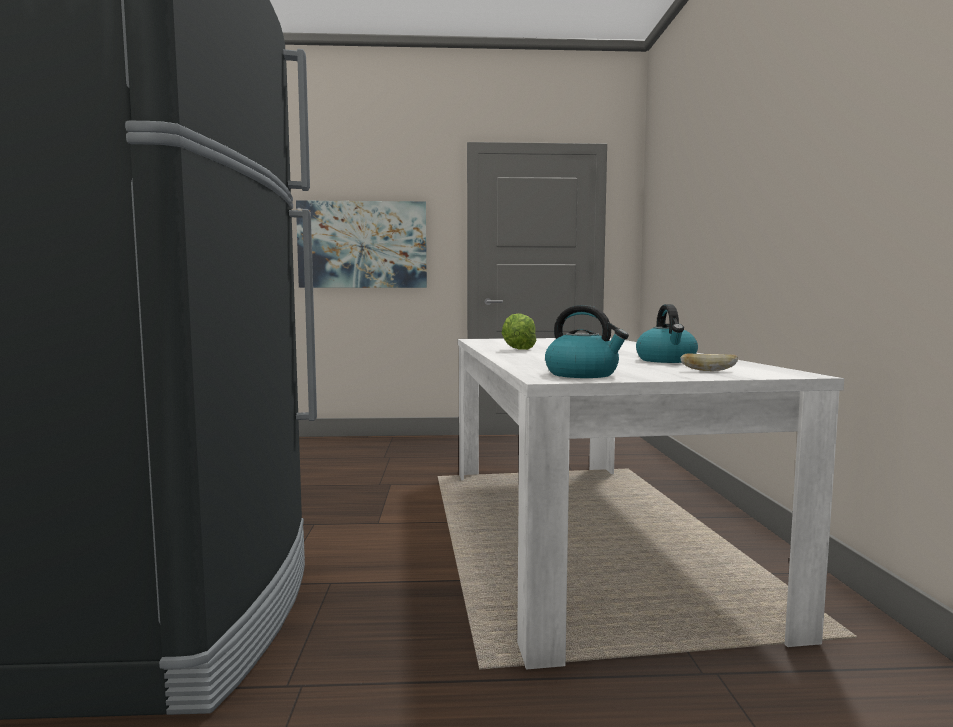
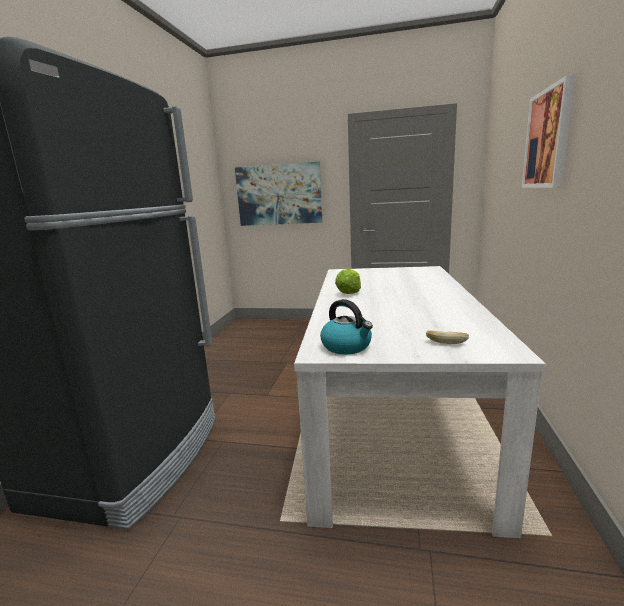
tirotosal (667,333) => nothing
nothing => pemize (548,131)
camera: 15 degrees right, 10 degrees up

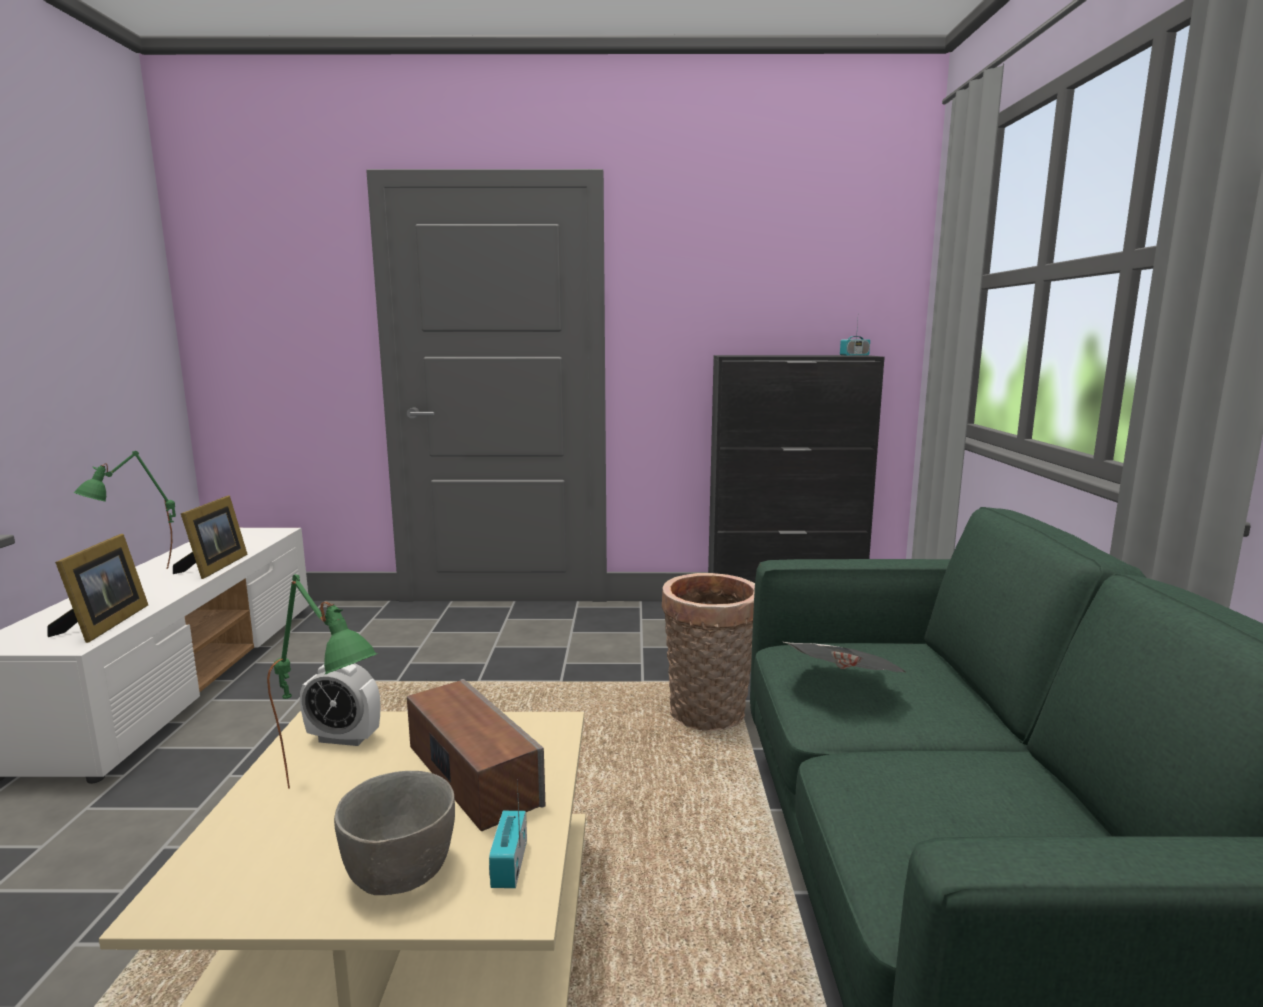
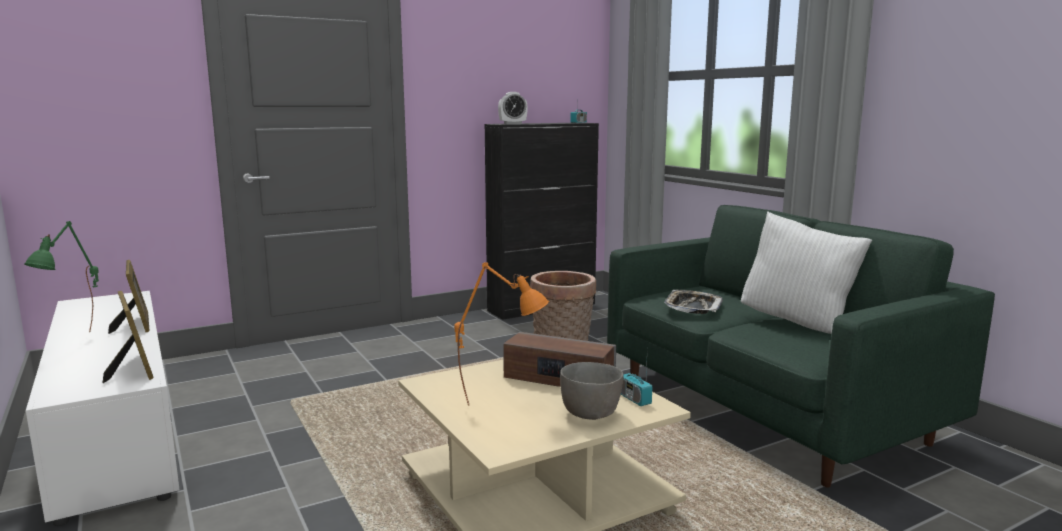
nothing => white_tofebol (806,272)
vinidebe (340,704) => vinidebe (513,108), move
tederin (845,657) => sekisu (693,302)
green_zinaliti (322,681) => orange_zinaliti (501,334)
camera: 30 degrees left, 0 degrees up

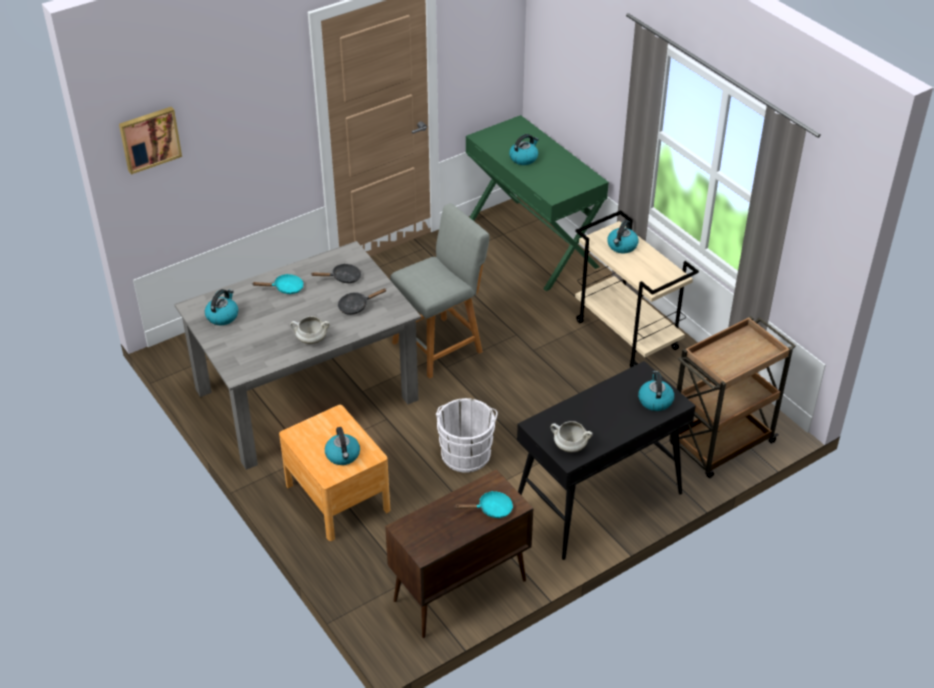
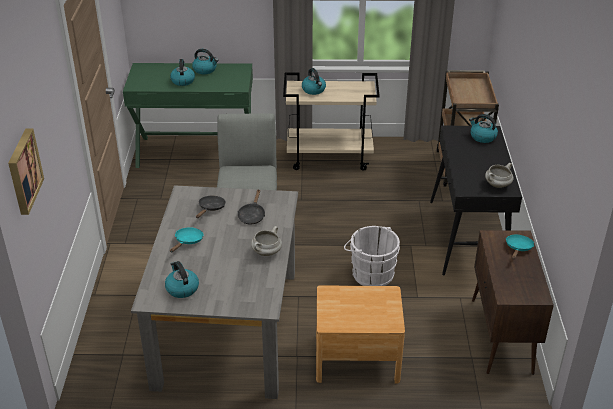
tirotosal (342,446) => tirotosal (205,61), move
camera: 55 degrees left, 5 degrees down

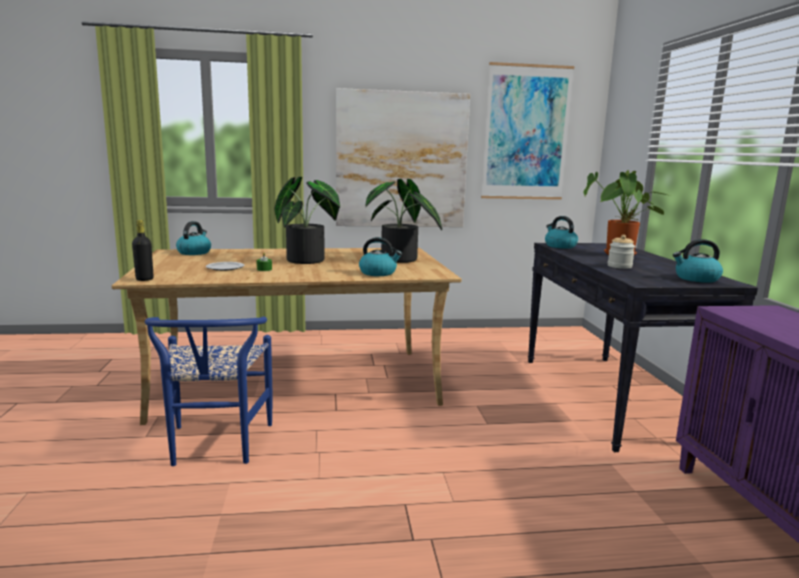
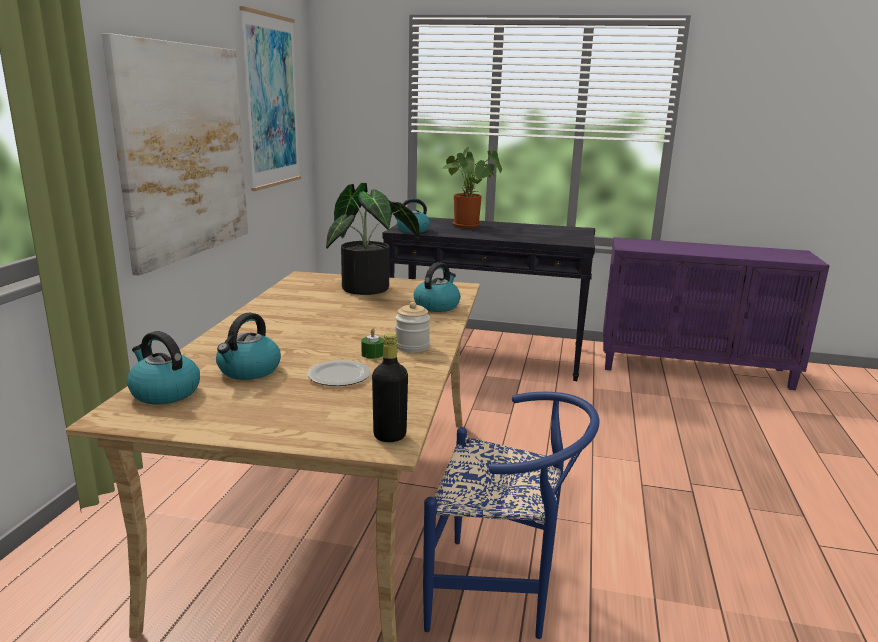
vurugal (307,220) => nothing
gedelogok (621,252) => gedelogok (412,327), move
tirotosal (698,261) => tirotosal (248,346), move
camera: 70 degrees left, 5 degrees up

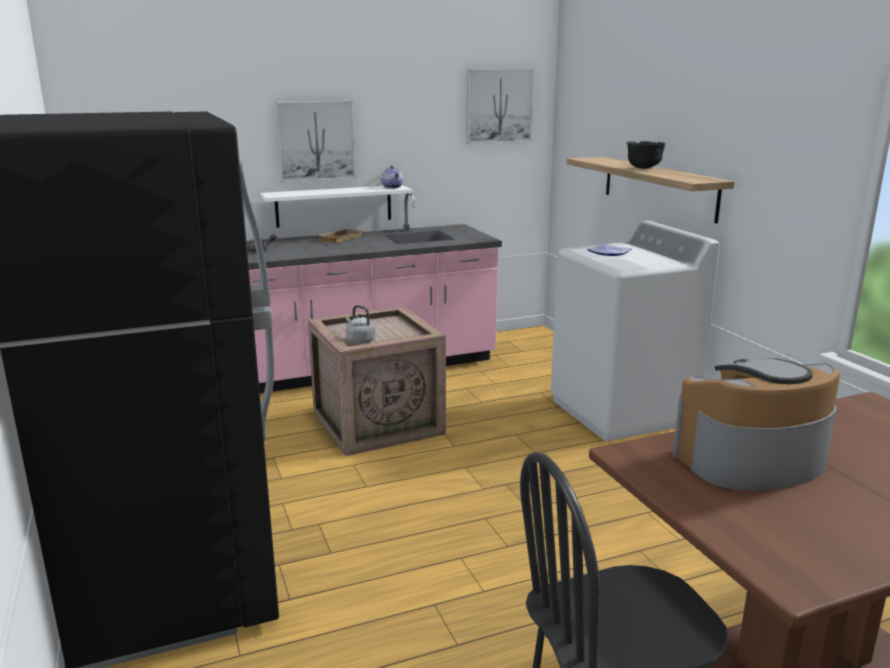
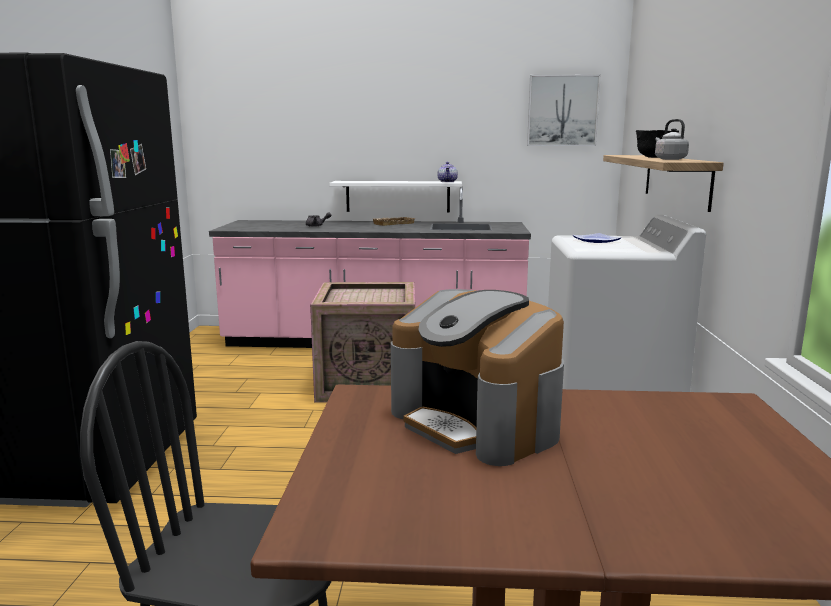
pemize (315,141) => nothing
grey_tirotosal (361,324) => grey_tirotosal (672,139), move
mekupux (756,424) => mekupux (477,377), 135 degrees counterclockwise
camera: 25 degrees right, 5 degrees down

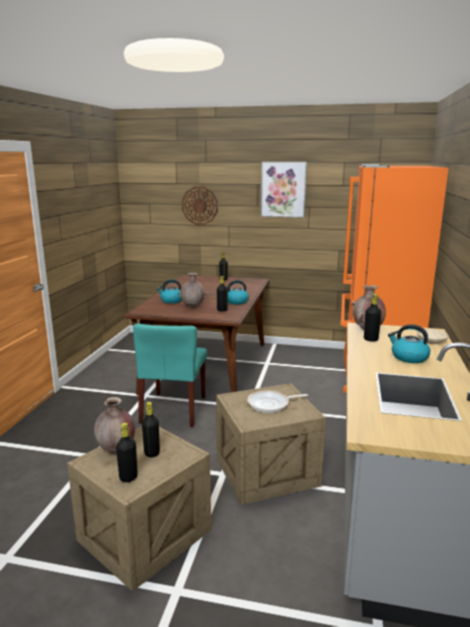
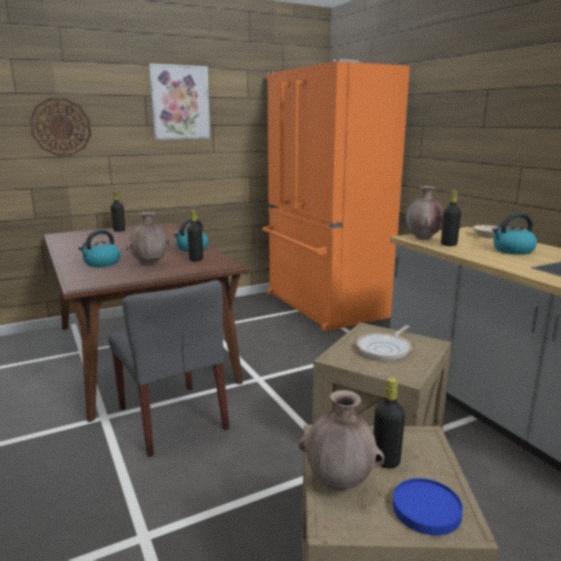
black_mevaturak (127,452) => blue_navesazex (428,507)
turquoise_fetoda (170,375) => grey_fetoda (169,368)
camera: 40 degrees left, 0 degrees up

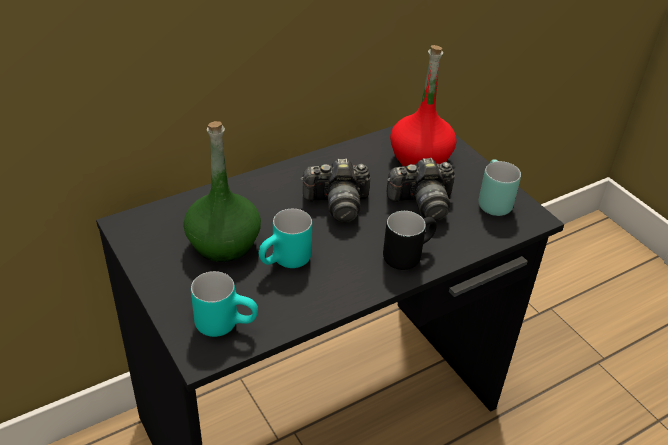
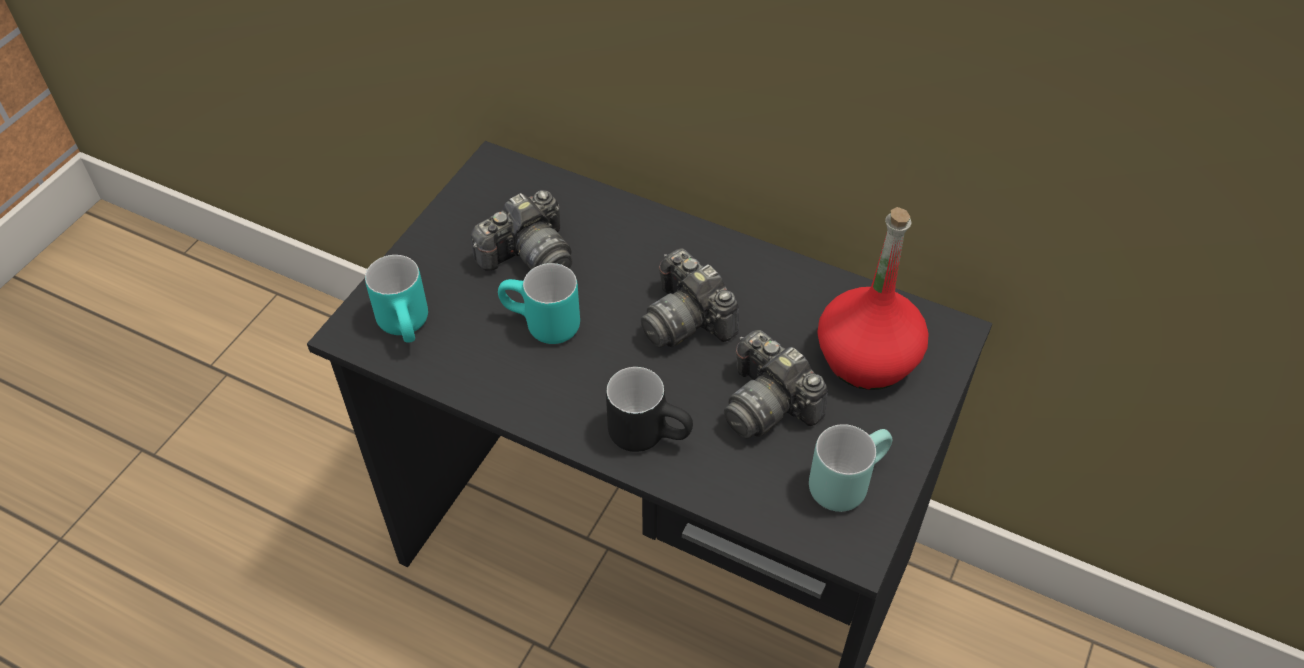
green_mevaturak (222,191) => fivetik (522,230)
camera: 60 degrees right, 10 degrees up

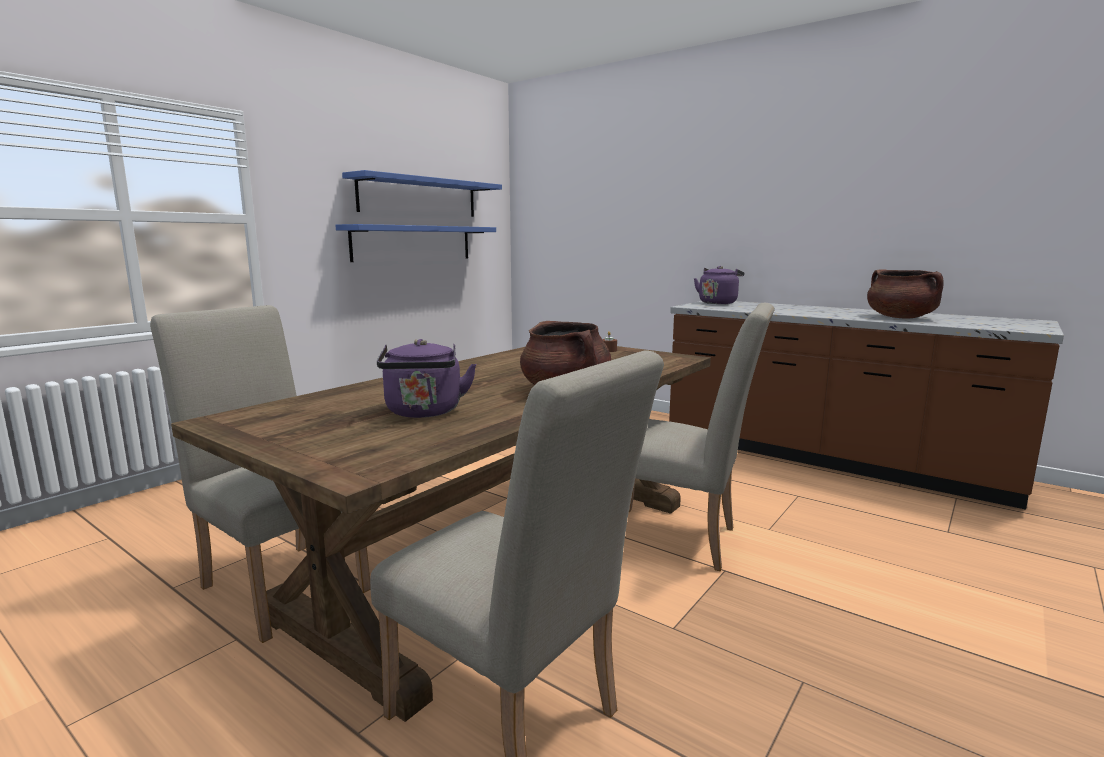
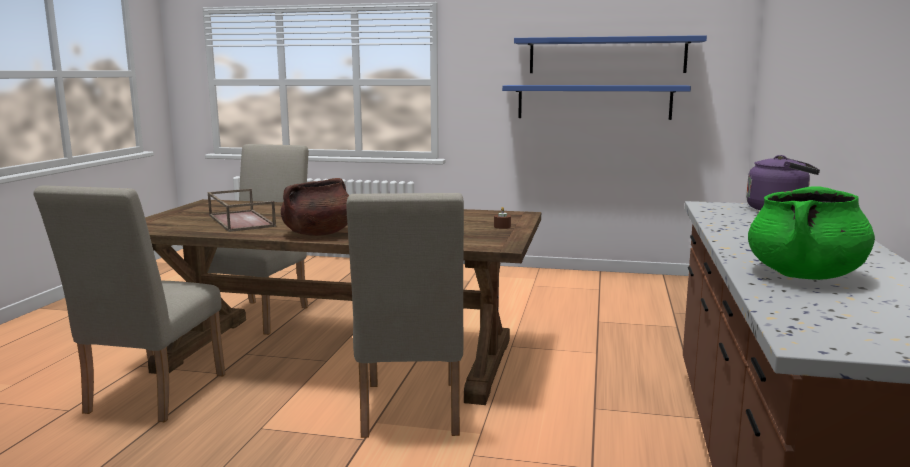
purple_tirotosal (427,378) => brown_sekisu (242,210)
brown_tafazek (905,294) => green_tafazek (811,233)
camera: 65 degrees right, 0 degrees up

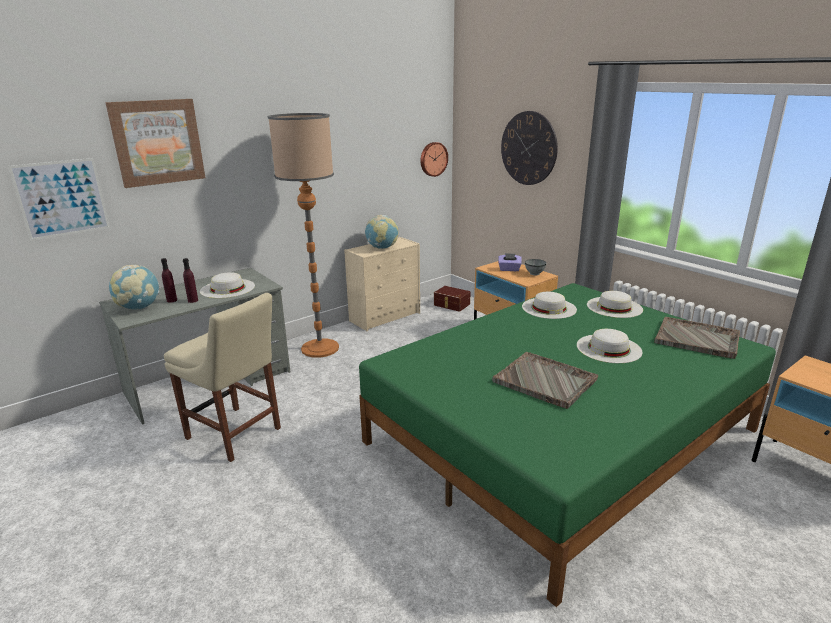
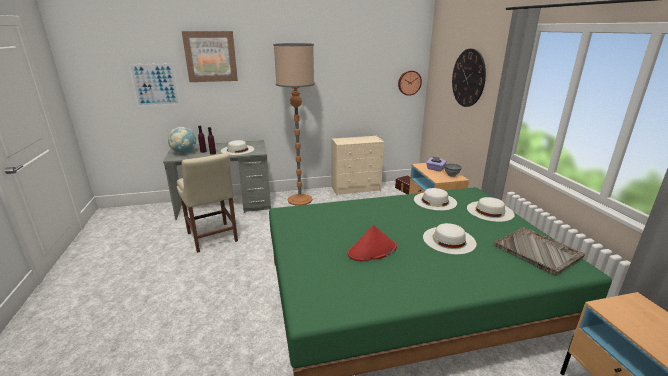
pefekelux (382,232) => nothing
grey_sekisu (545,380) => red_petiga (372,243)
camera: 25 degrees right, 0 degrees up

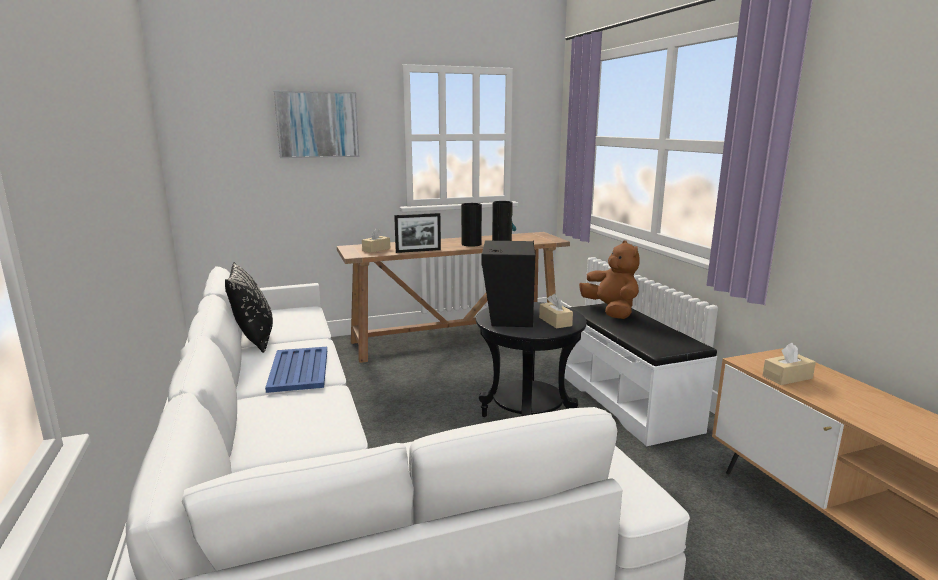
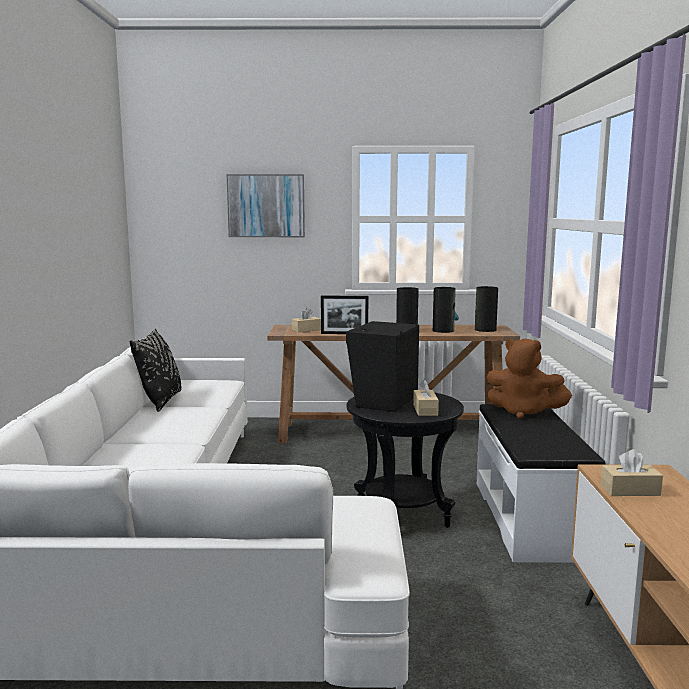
blue_sekisu (296,370) => nothing
nothing => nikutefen (486,309)
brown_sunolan (609,279) => brown_sunolan (529,378), 120 degrees clockwise
camera: 20 degrees right, 5 degrees down

